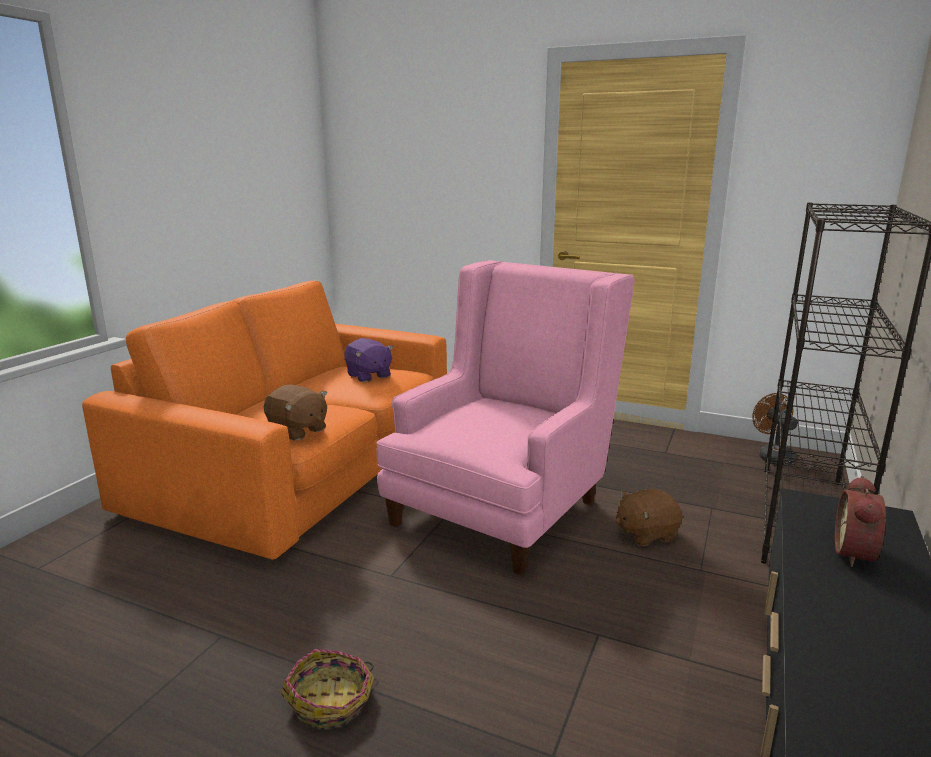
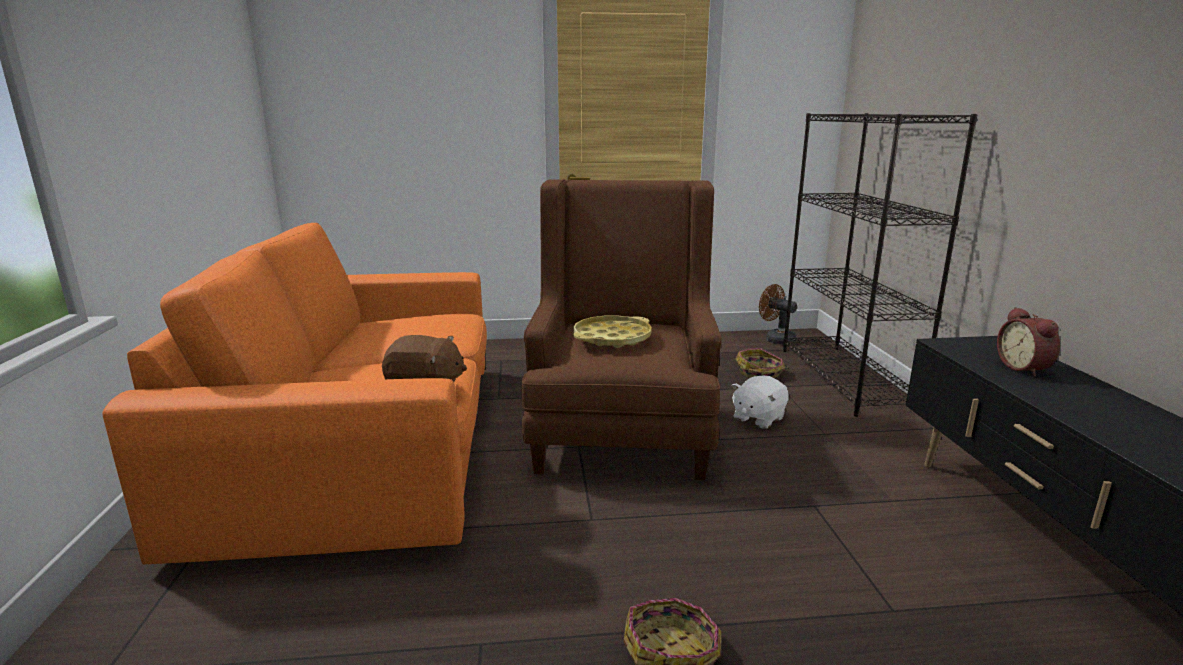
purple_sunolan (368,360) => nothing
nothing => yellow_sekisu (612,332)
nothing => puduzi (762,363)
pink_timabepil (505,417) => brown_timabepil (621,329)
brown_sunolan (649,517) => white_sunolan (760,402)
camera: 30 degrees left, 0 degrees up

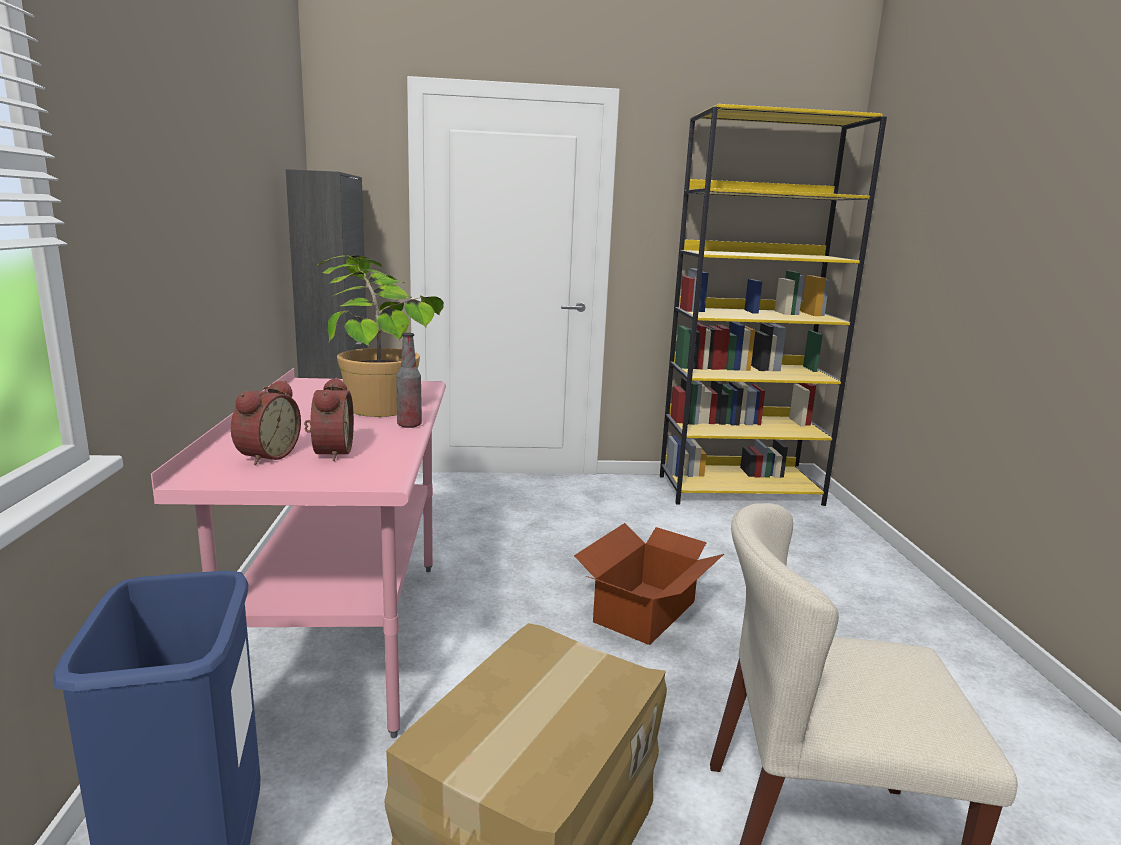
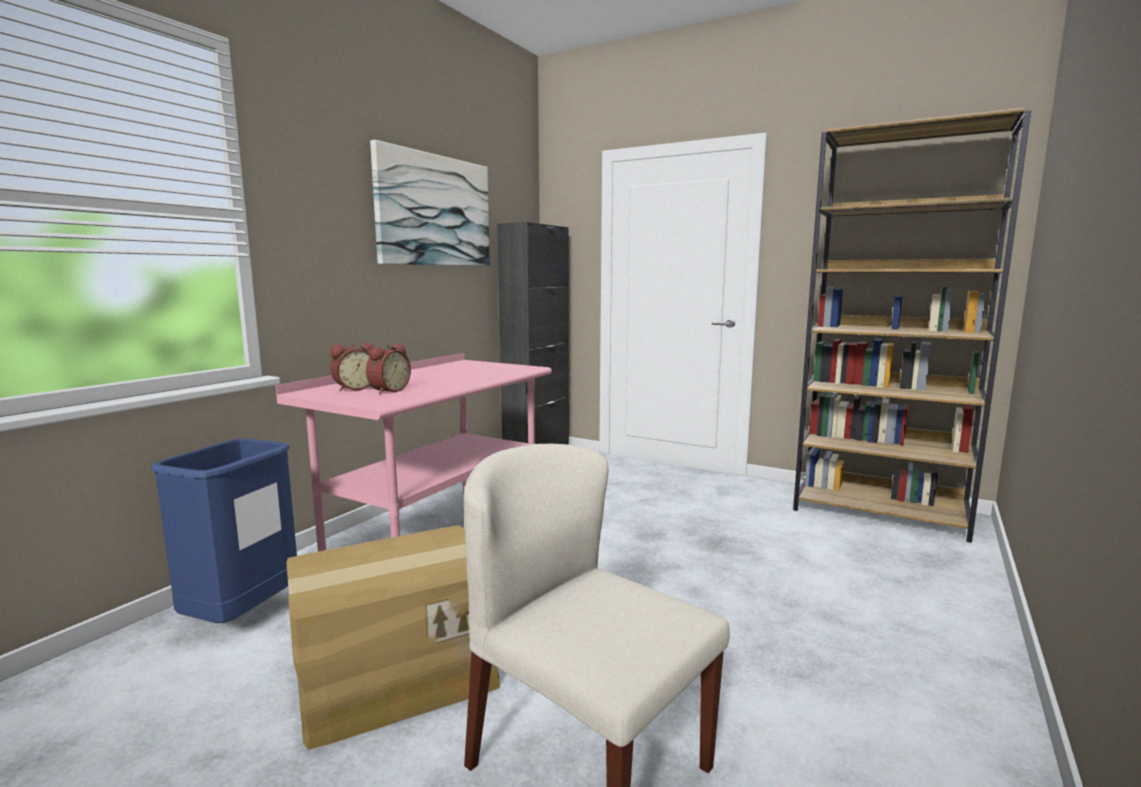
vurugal (380,336) => nothing
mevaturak (409,380) => nothing
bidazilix (649,584) => nothing
nothing => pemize (430,203)
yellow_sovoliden (773,305) => brown_sovoliden (912,325)
camera: 35 degrees right, 5 degrees down

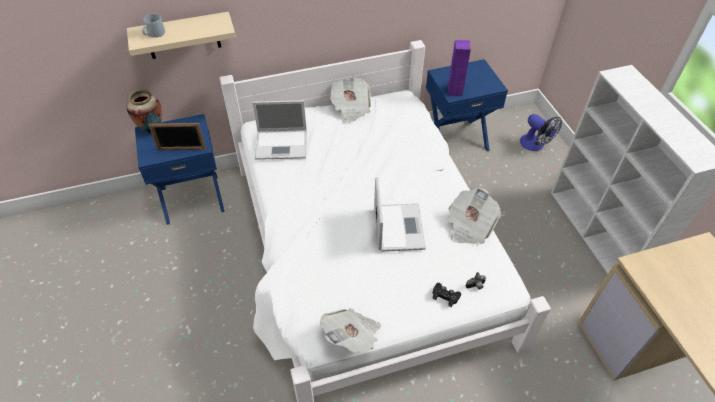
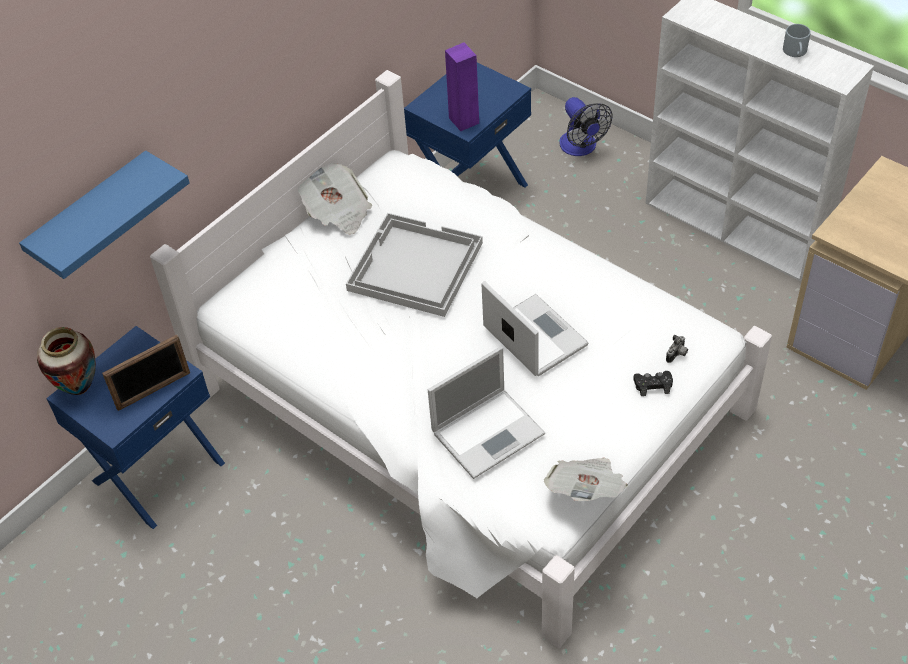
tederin (474,216) => nothing
nothing => white_sekisu (414,265)
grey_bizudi (153,26) => grey_bizudi (797,40), move
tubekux (279,130) => tubekux (486,412), move
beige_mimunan (181,35) => blue_mimunan (104,214)
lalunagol (541,132) => lalunagol (586,126), 45 degrees clockwise
camera: 30 degrees left, 0 degrees up

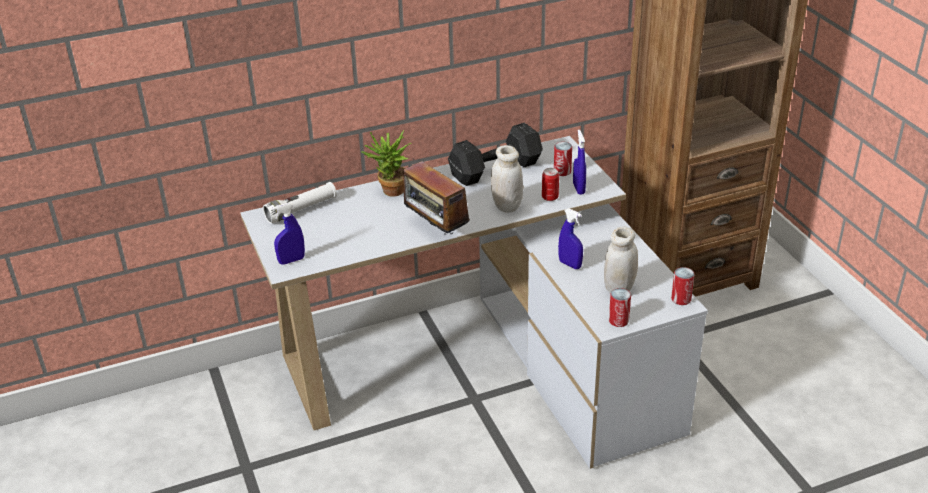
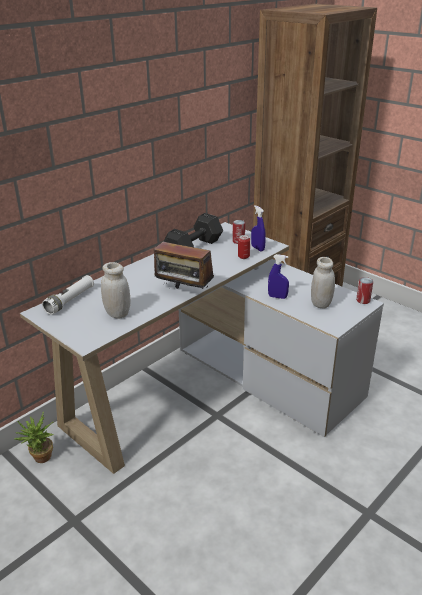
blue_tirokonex (288,234) => nothing
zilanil (620,307) => nothing
vurugal (386,163) => vurugal (34,437), move
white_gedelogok (507,179) => white_gedelogok (116,290), move
camera: 25 degrees left, 5 degrees down

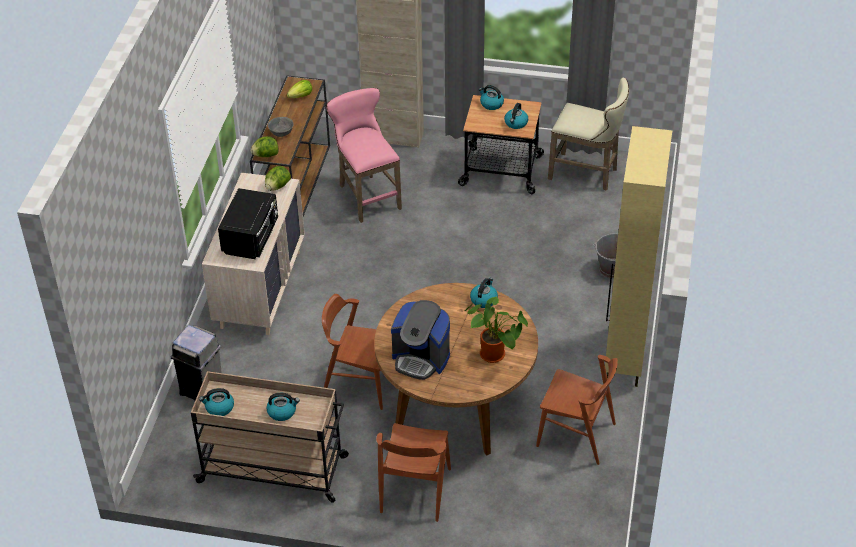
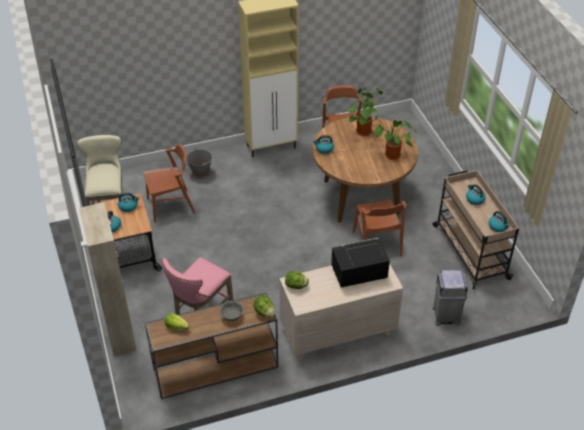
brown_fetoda (413,472) => brown_fetoda (169,183), move
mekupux (420,340) => vurugal (393,137)
camera: 120 degrees left, 0 degrees up

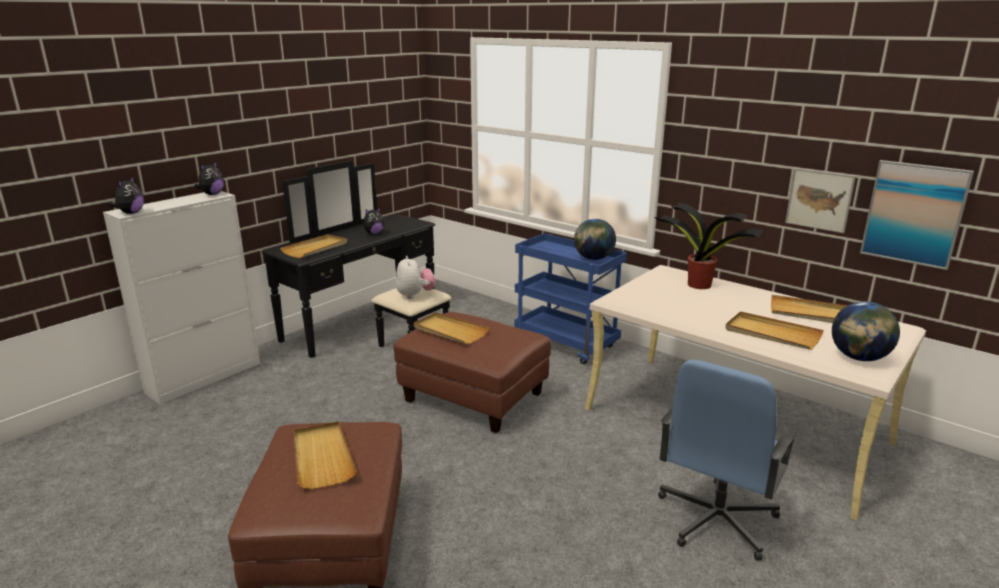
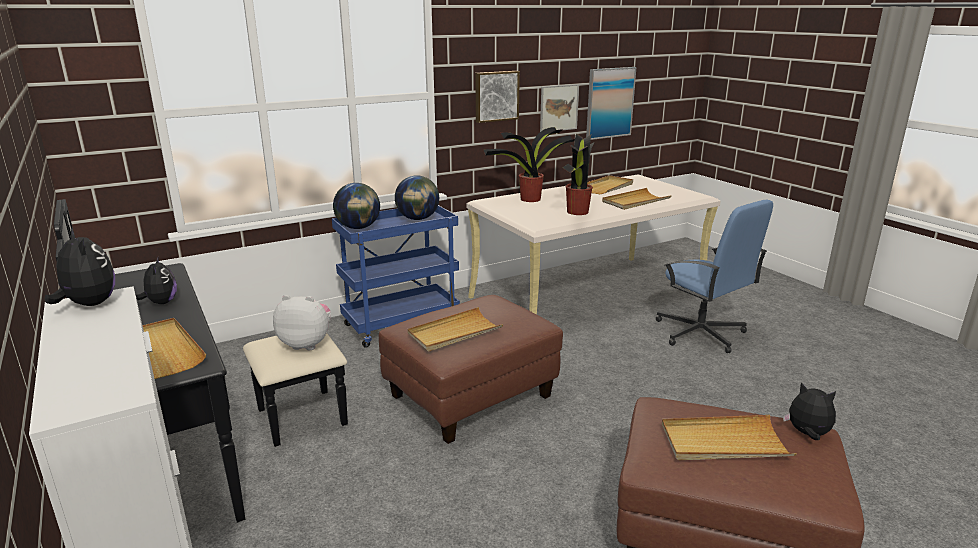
nothing => pemize (497,97)
nothing => vurugal (578,174)
sunolan (126,195) => sunolan (809,411), move
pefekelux (866,331) => pefekelux (356,206), move
camera: 70 degrees left, 0 degrees up

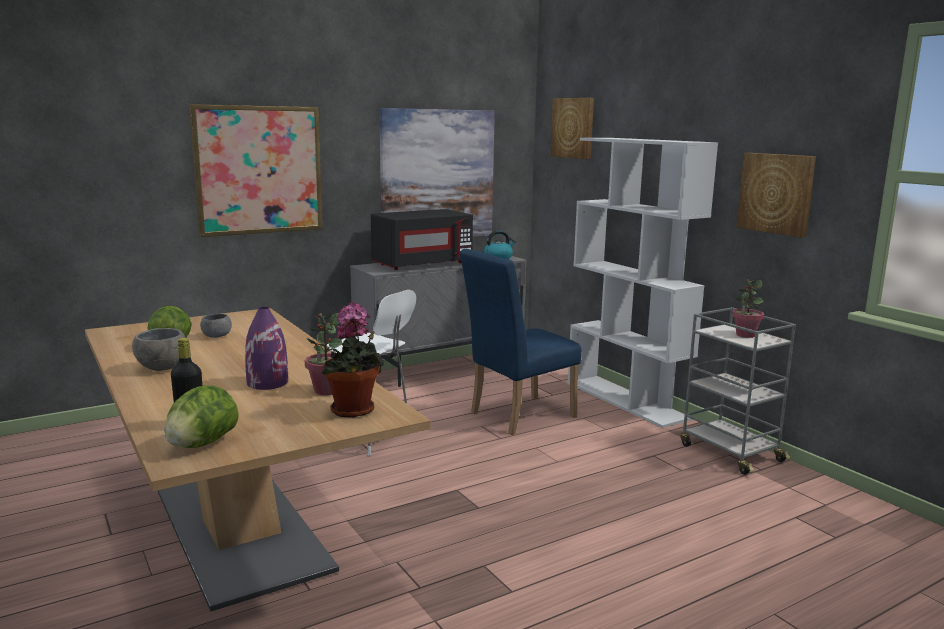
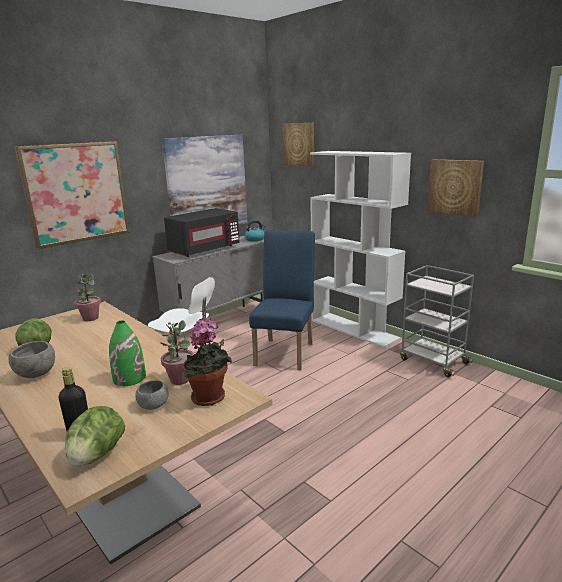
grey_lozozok (216,326) => grey_lozozok (152,395), move
vurugal (748,309) => vurugal (87,297), move
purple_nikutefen (266,348) => green_nikutefen (127,353)
blue_fetoda (520,342) => blue_fetoda (282,300), 150 degrees clockwise
camera: 10 degrees left, 5 degrees up

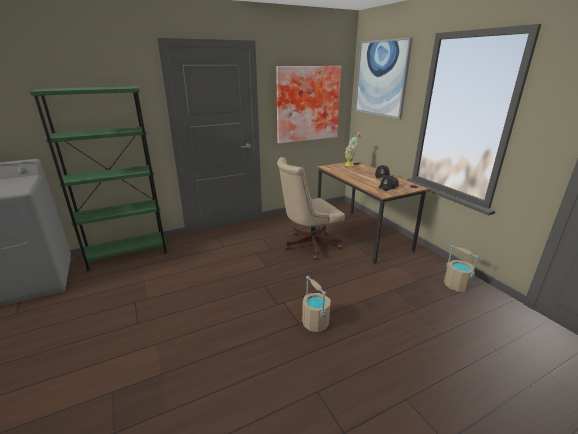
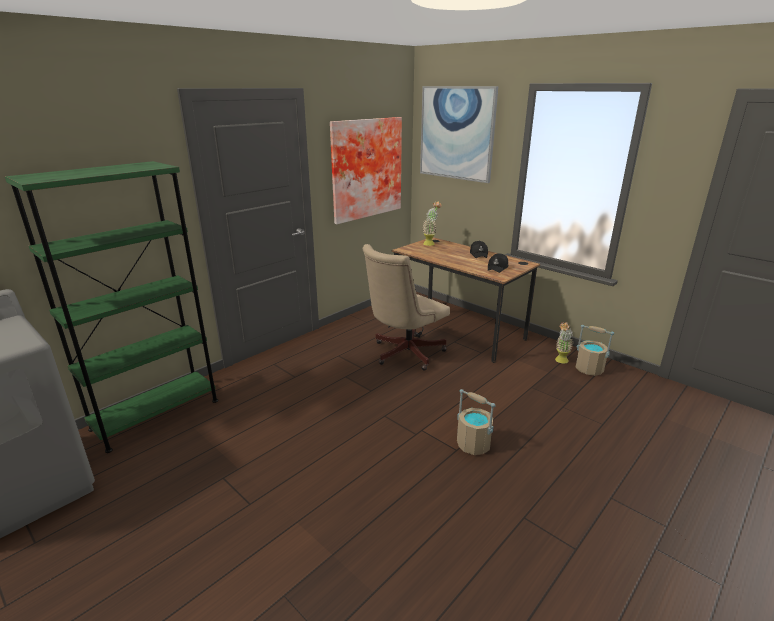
nothing => vurugal (564,342)
camera: 20 degrees left, 0 degrees up

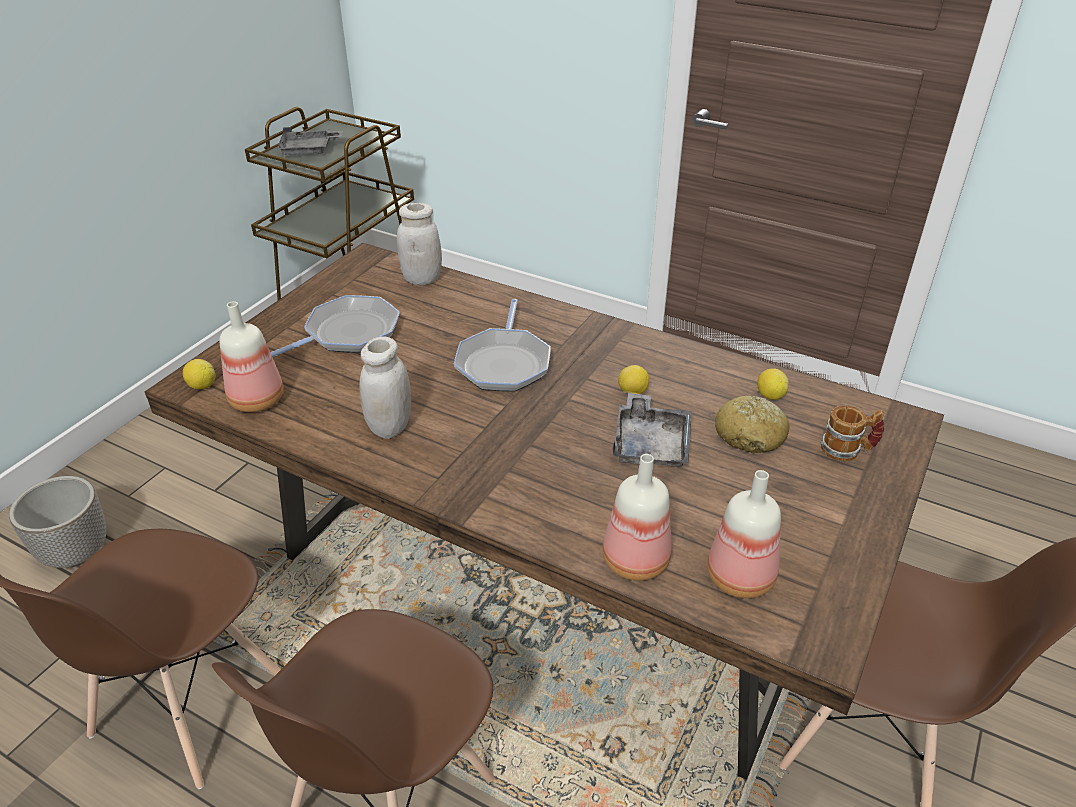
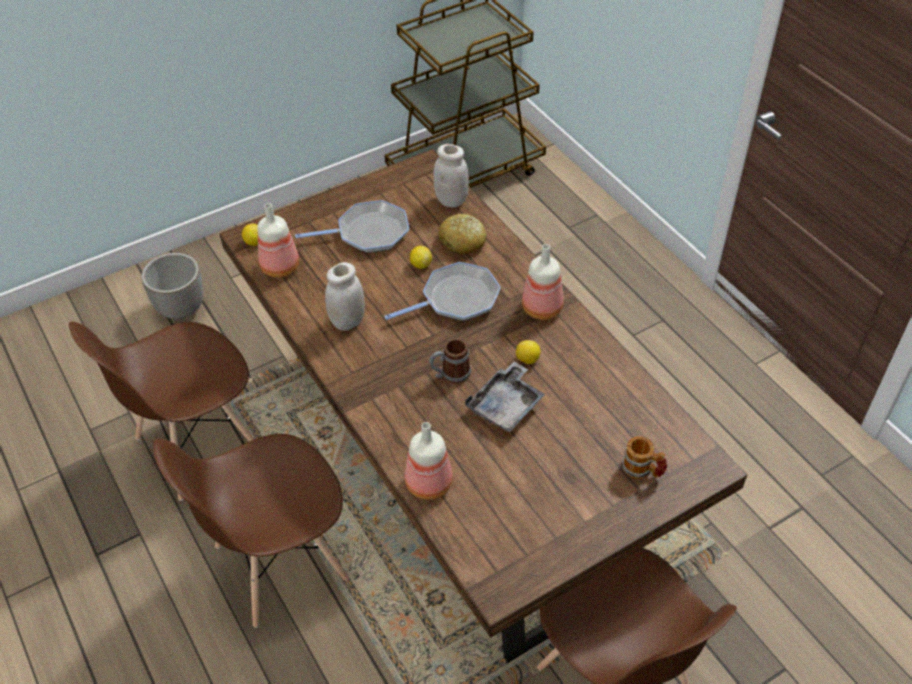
grey_sekisu (310,141) => nothing
nothing => bizudi (450,361)
mevaturak (744,534) => mevaturak (543,282), move
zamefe (752,425) => zamefe (462,234), move
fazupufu (773,384) => fazupufu (421,257), move
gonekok (502,345) => gonekok (442,291), 150 degrees counterclockwise
camera: 30 degrees right, 10 degrees up

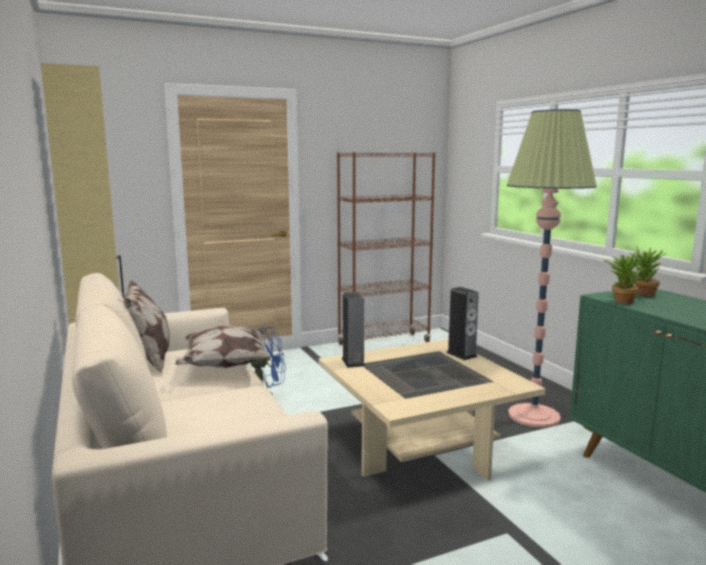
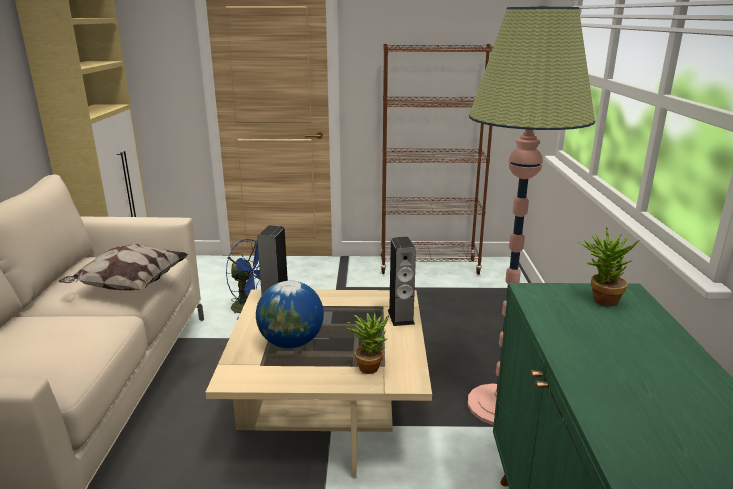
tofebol (146,327) => nothing
nothing => pefekelux (290,315)
vurugal (624,277) => vurugal (368,343), move
camera: 25 degrees right, 10 degrees up

